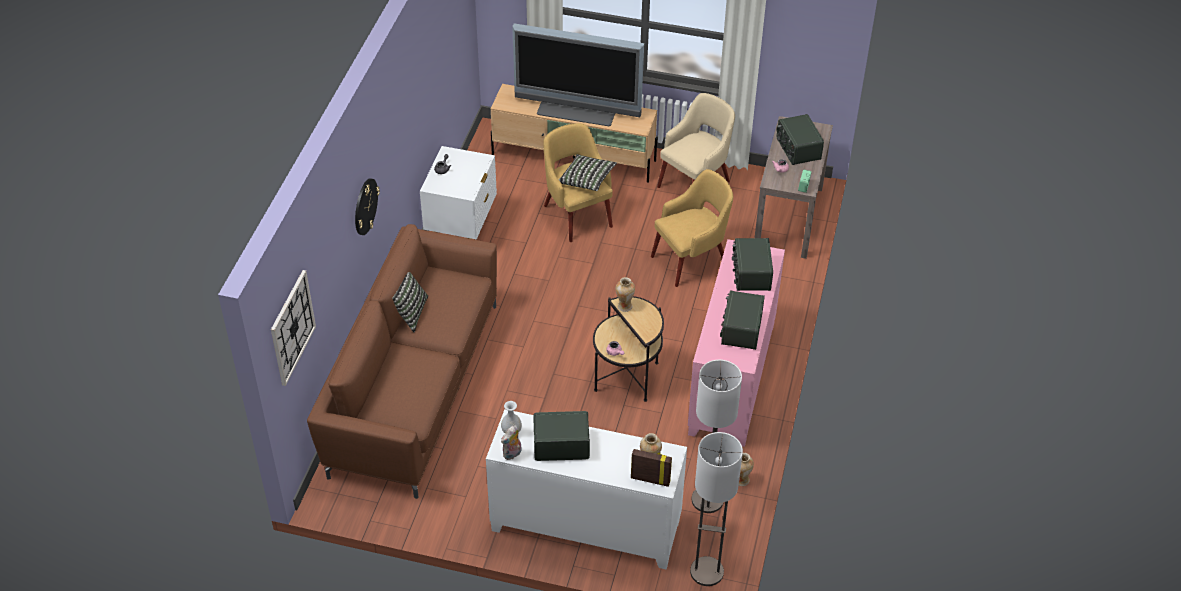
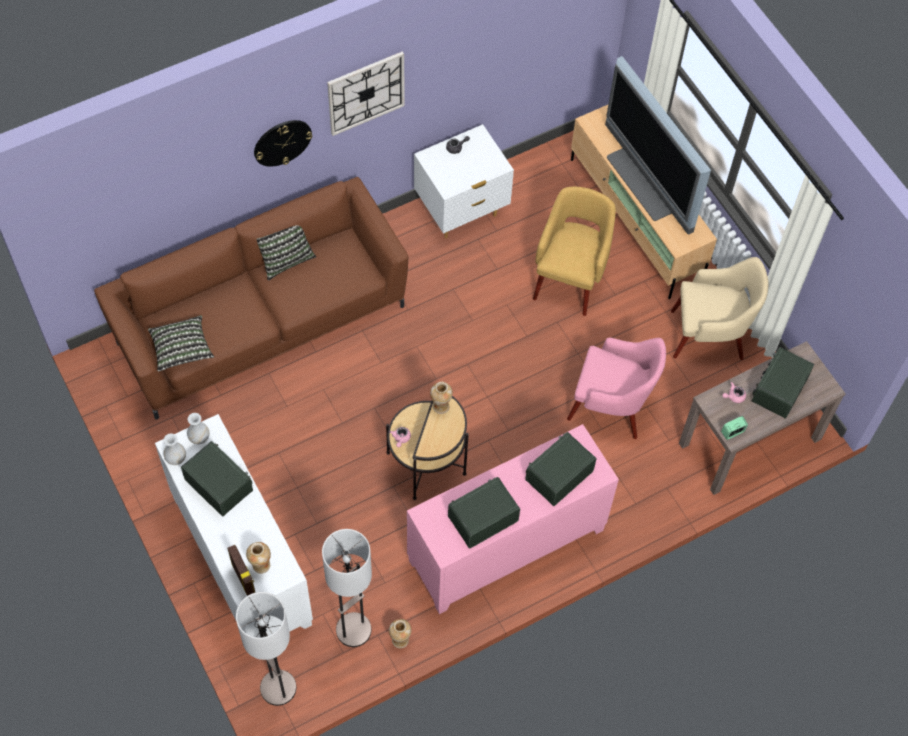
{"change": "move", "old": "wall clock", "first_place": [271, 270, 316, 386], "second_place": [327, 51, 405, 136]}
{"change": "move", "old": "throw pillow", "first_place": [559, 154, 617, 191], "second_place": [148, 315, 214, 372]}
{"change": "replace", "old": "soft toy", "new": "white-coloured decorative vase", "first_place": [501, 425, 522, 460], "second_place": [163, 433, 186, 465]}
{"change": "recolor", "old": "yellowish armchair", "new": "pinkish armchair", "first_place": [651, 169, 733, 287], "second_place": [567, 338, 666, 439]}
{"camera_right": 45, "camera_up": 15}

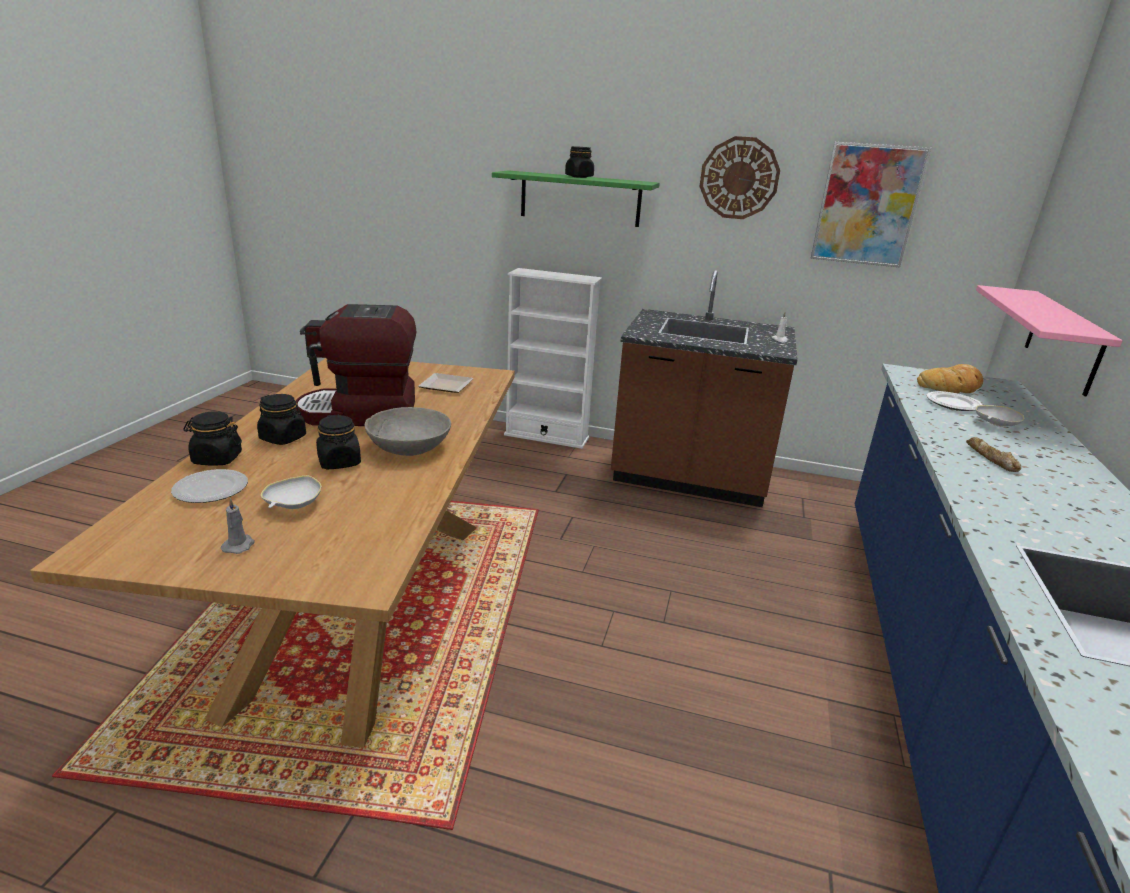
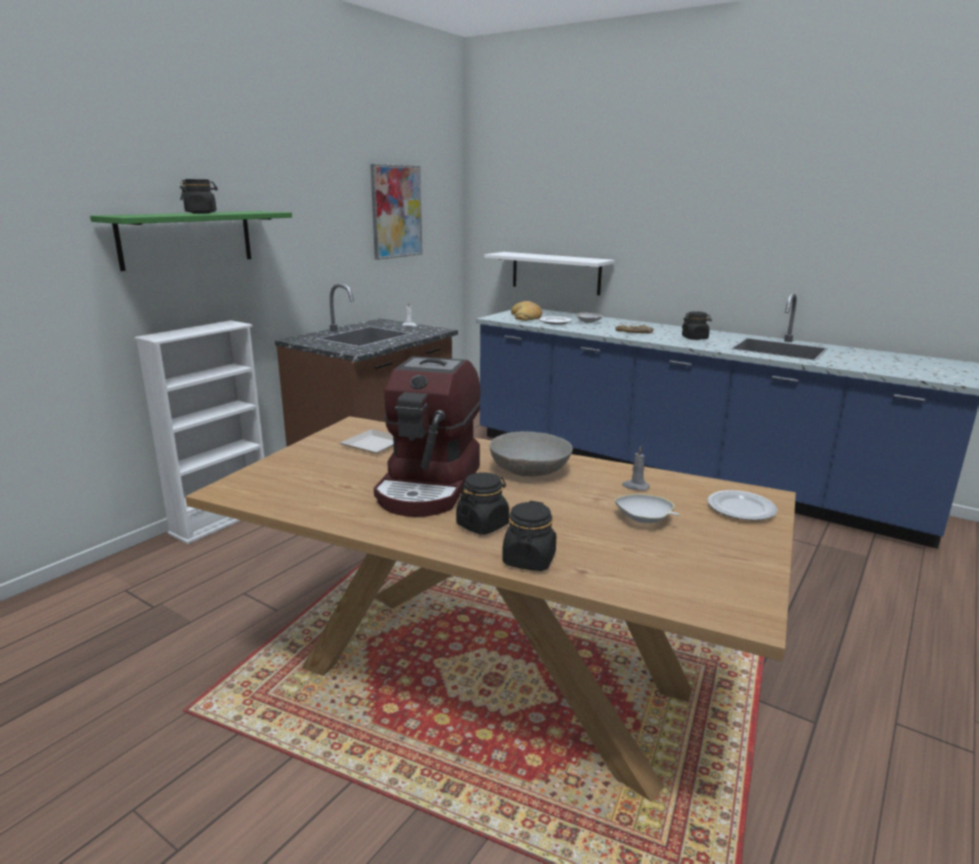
{"change": "delete", "old": "wall clock", "first_place": [699, 136, 780, 219]}
{"change": "move", "old": "flat dish", "first_place": [171, 469, 248, 503], "second_place": [707, 490, 777, 520]}
{"change": "move", "old": "grey wax candle", "first_place": [221, 497, 255, 554], "second_place": [622, 446, 650, 491]}
{"change": "move", "old": "black-coloured storage jar", "first_place": [316, 415, 361, 469], "second_place": [682, 311, 712, 340]}
{"change": "recolor", "old": "pinkish bracket shelf", "new": "white-coloured bracket shelf", "first_place": [976, 285, 1123, 397], "second_place": [484, 252, 615, 295]}
{"camera_right": -70, "camera_up": -5}

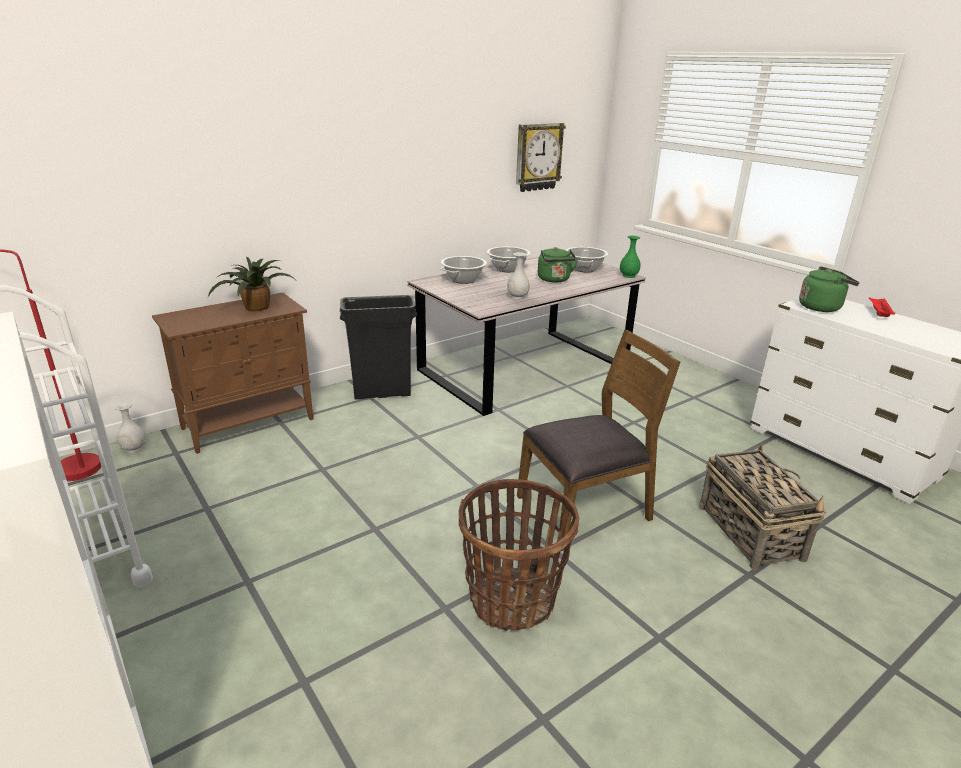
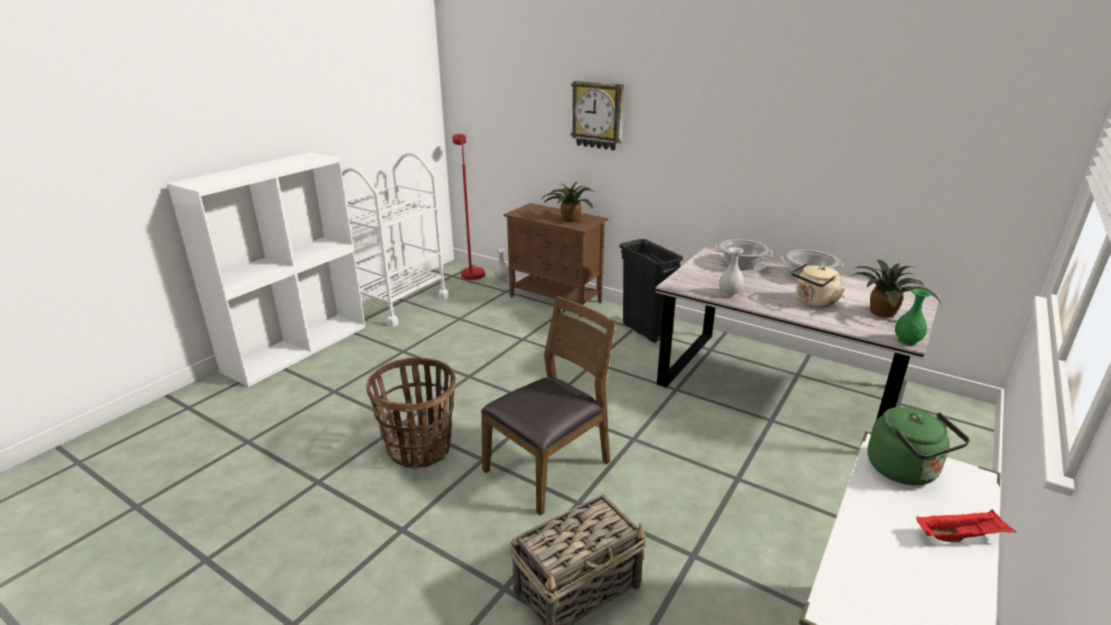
{"change": "move", "old": "wall clock", "first_place": [516, 123, 566, 192], "second_place": [571, 81, 624, 150]}
{"change": "replace", "old": "saucepot", "new": "potted plant", "first_place": [566, 247, 608, 272], "second_place": [849, 260, 941, 318]}
{"change": "recolor", "old": "greenish tea kettle", "new": "sand-coloured tea kettle", "first_place": [538, 247, 578, 283], "second_place": [792, 263, 845, 308]}
{"change": "rotate", "old": "brown chair", "first_place": [517, 330, 680, 551], "second_place": [481, 296, 616, 516], "degrees": -90}
{"camera_right": 70, "camera_up": 0}

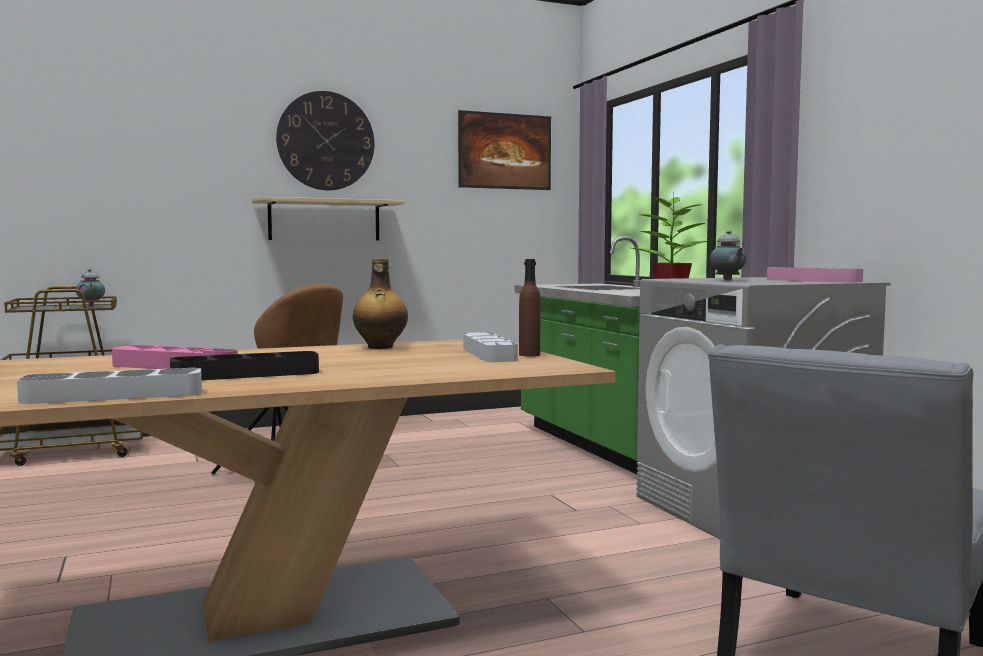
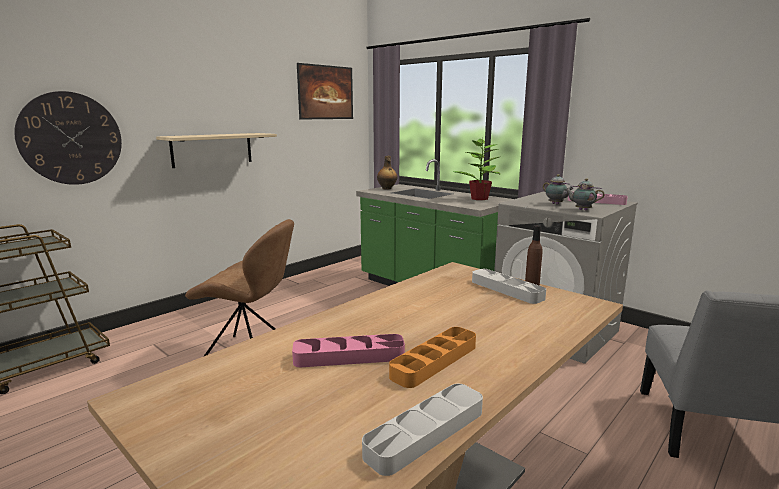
{"change": "move", "old": "teapot", "first_place": [76, 269, 105, 307], "second_place": [565, 178, 605, 211]}
{"change": "move", "old": "wall clock", "first_place": [276, 91, 374, 190], "second_place": [14, 91, 122, 185]}
{"change": "move", "old": "drink bottle", "first_place": [353, 259, 408, 349], "second_place": [377, 156, 397, 190]}
{"change": "recolor", "old": "black-coloured tray", "new": "orange tray", "first_place": [170, 351, 319, 380], "second_place": [389, 327, 476, 388]}
{"camera_right": -25, "camera_up": 10}

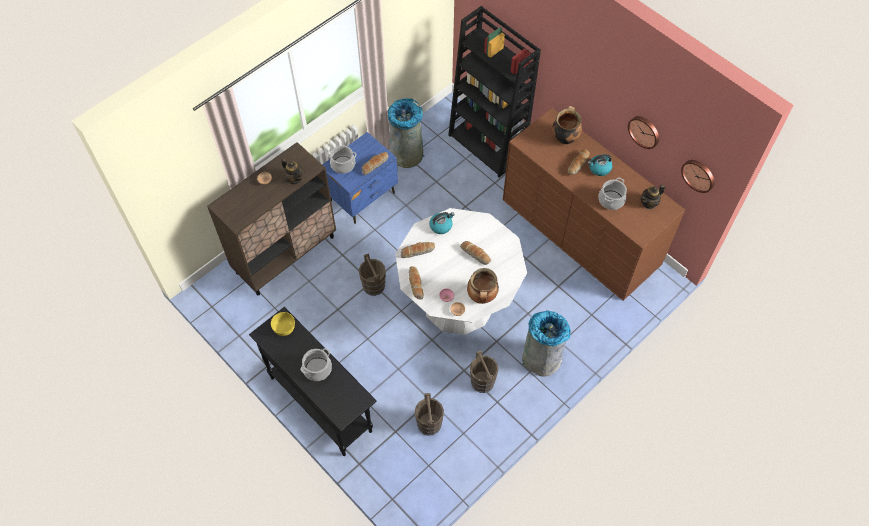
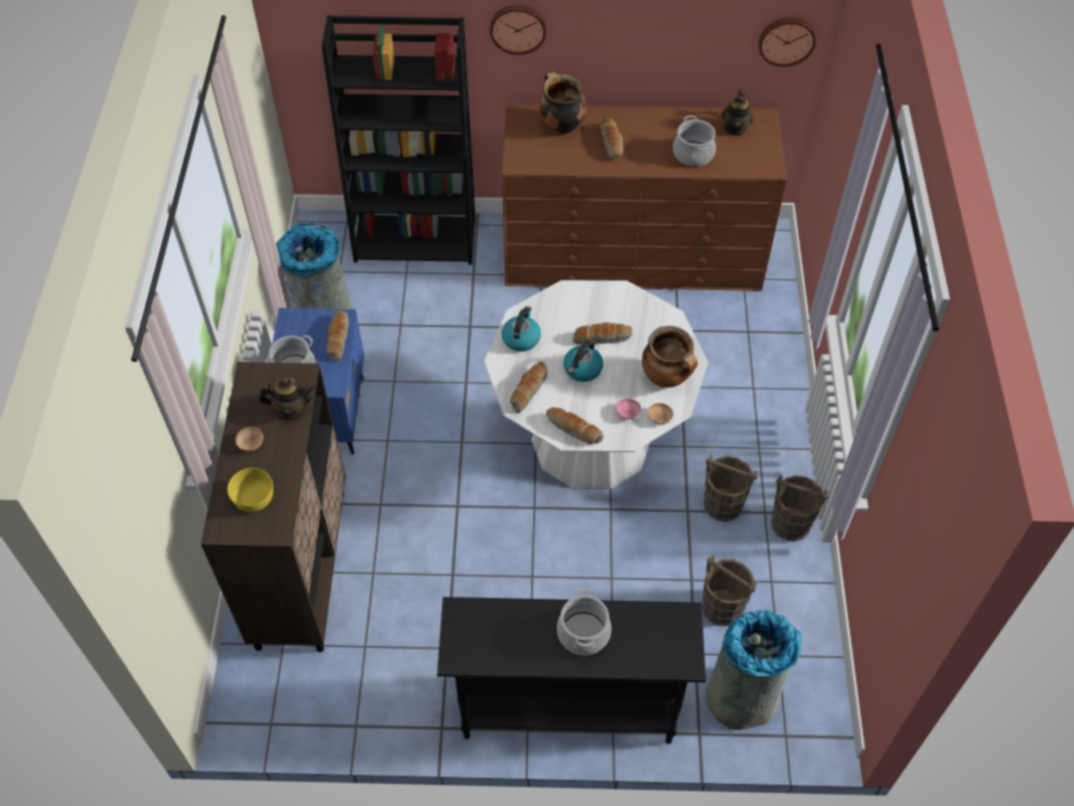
{"change": "move", "old": "yellowish serving bowl", "first_place": [271, 312, 295, 336], "second_place": [227, 468, 273, 512]}
{"change": "move", "old": "brown bucket", "first_place": [359, 253, 386, 296], "second_place": [771, 475, 829, 541]}
{"change": "move", "old": "grey waste bin", "first_place": [522, 310, 571, 377], "second_place": [706, 610, 802, 730]}
{"change": "move", "old": "tea kettle", "first_place": [587, 154, 613, 176], "second_place": [563, 340, 603, 382]}
{"change": "move", "old": "wall clock", "first_place": [628, 116, 659, 149], "second_place": [490, 5, 546, 55]}
{"camera_right": -45, "camera_up": -5}

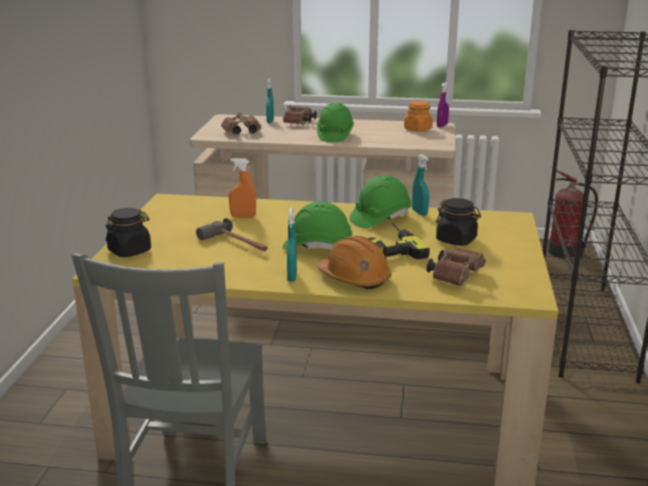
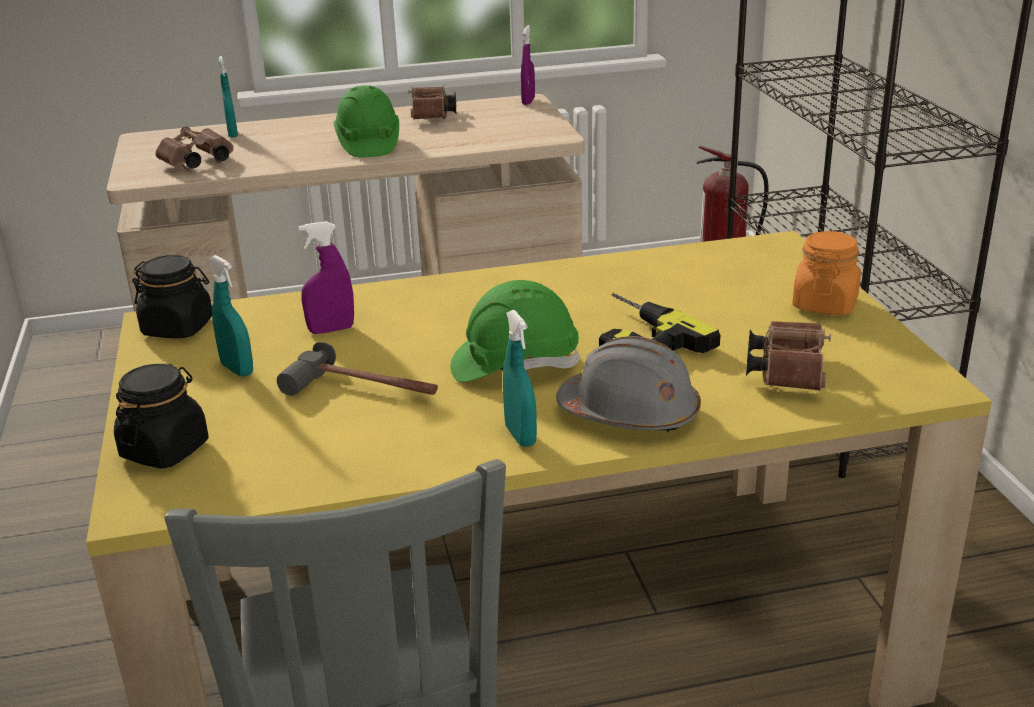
{"change": "delete", "old": "greenish hard hat", "first_place": [349, 175, 412, 228]}
{"change": "move", "old": "brown pair of binoculars", "first_place": [283, 105, 317, 125], "second_place": [408, 85, 456, 120]}
{"change": "move", "old": "orange storage jar", "first_place": [404, 101, 433, 132], "second_place": [792, 231, 861, 315]}
{"change": "move", "old": "turquoise-coloured spray bottle", "first_place": [412, 154, 429, 216], "second_place": [208, 255, 253, 377]}
{"change": "move", "old": "black-coloured storage jar", "first_place": [436, 198, 481, 246], "second_place": [132, 255, 212, 338]}
{"change": "recolor", "old": "orange spray bottle", "new": "purplish spray bottle", "first_place": [229, 158, 256, 218], "second_place": [299, 221, 354, 334]}
{"change": "recolor", "old": "orange hard hat", "new": "grey hard hat", "first_place": [318, 236, 392, 290], "second_place": [556, 336, 701, 432]}
{"camera_right": -20, "camera_up": 5}

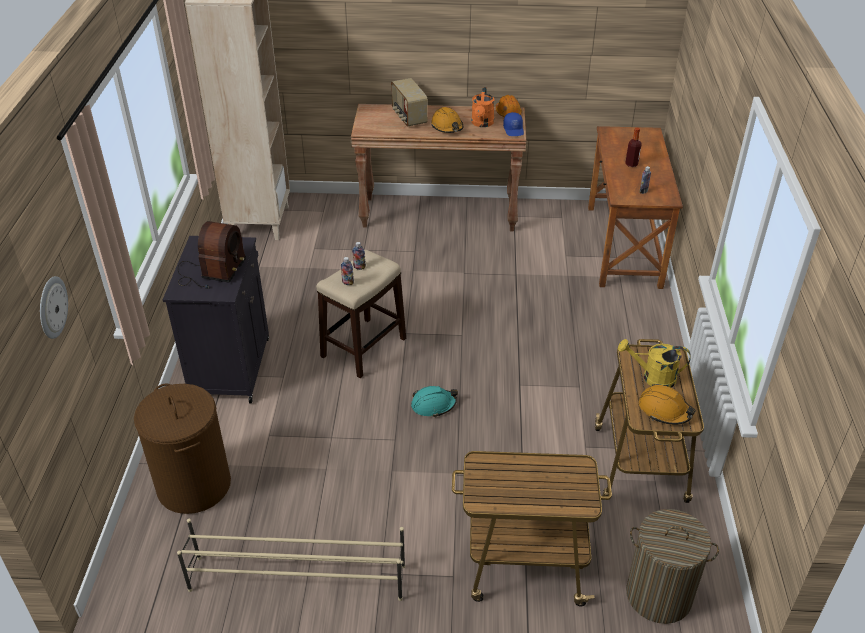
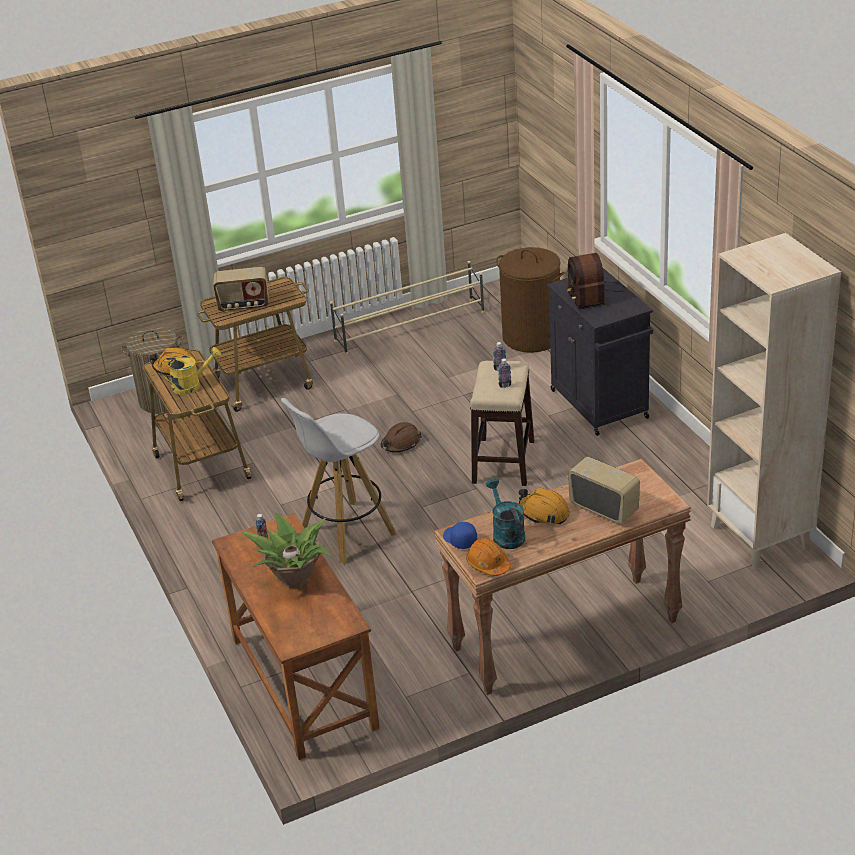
{"change": "delete", "old": "wall clock", "first_place": [40, 276, 68, 339]}
{"change": "insert", "new": "radio", "second_place": [213, 267, 269, 312]}
{"change": "insert", "new": "white-coloured sitting stool", "second_place": [281, 398, 397, 564]}
{"change": "replace", "old": "drink bottle", "new": "potted plant", "first_place": [625, 128, 642, 167], "second_place": [241, 512, 330, 588]}
{"change": "recolor", "old": "turquoise-coloured hard hat", "new": "brown hard hat", "first_place": [411, 386, 458, 418], "second_place": [381, 422, 422, 452]}
{"change": "recolor", "old": "orange watering can", "new": "turquoise-coloured watering can", "first_place": [472, 87, 495, 127], "second_place": [486, 479, 525, 549]}
{"camera_right": 155, "camera_up": -5}

